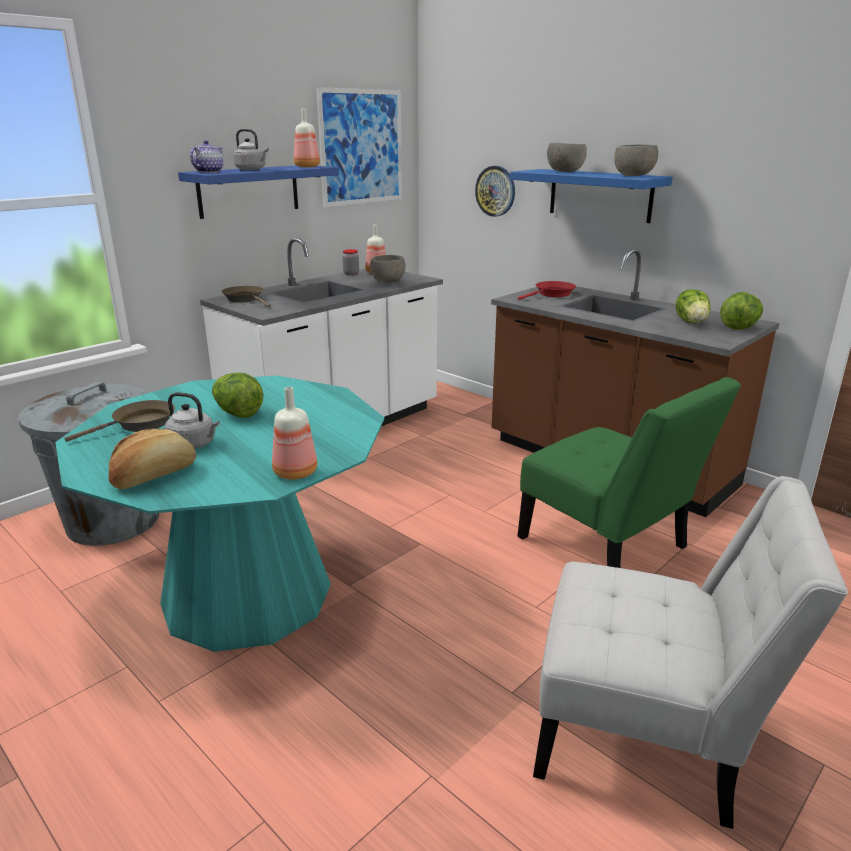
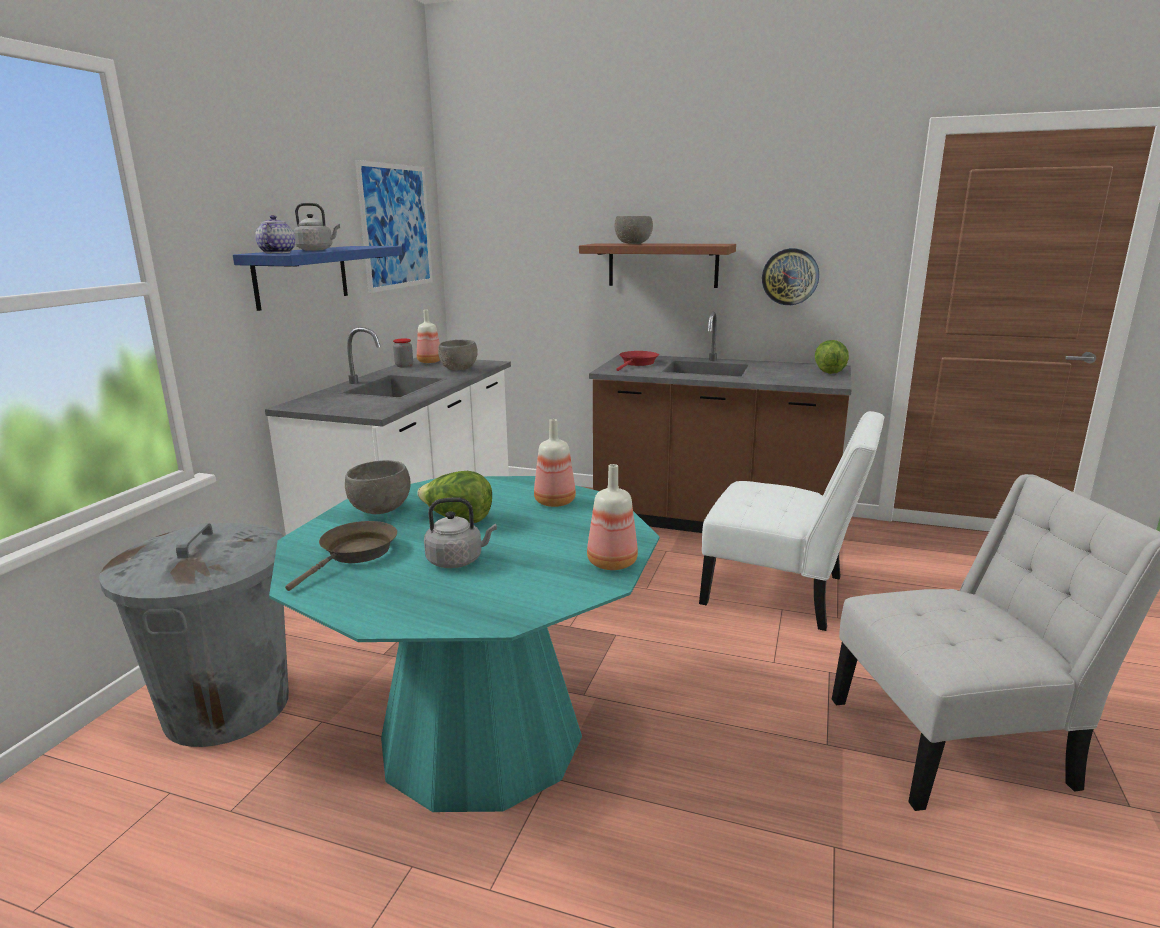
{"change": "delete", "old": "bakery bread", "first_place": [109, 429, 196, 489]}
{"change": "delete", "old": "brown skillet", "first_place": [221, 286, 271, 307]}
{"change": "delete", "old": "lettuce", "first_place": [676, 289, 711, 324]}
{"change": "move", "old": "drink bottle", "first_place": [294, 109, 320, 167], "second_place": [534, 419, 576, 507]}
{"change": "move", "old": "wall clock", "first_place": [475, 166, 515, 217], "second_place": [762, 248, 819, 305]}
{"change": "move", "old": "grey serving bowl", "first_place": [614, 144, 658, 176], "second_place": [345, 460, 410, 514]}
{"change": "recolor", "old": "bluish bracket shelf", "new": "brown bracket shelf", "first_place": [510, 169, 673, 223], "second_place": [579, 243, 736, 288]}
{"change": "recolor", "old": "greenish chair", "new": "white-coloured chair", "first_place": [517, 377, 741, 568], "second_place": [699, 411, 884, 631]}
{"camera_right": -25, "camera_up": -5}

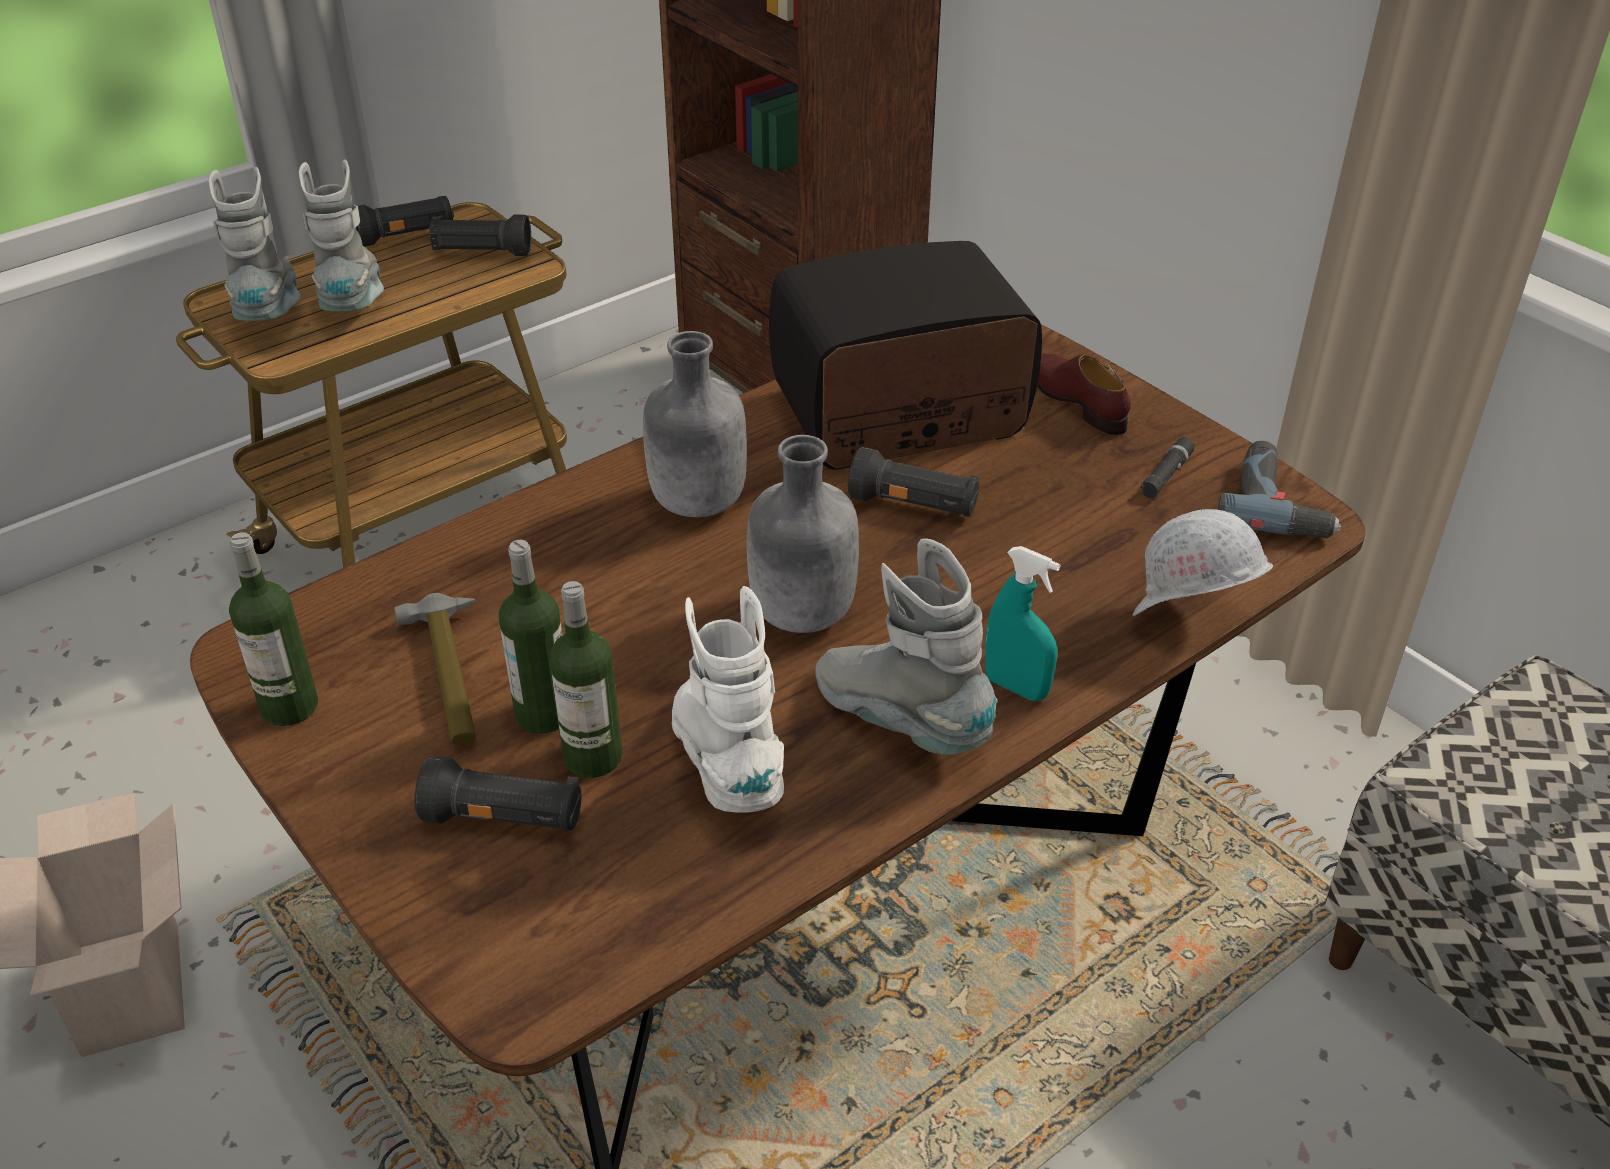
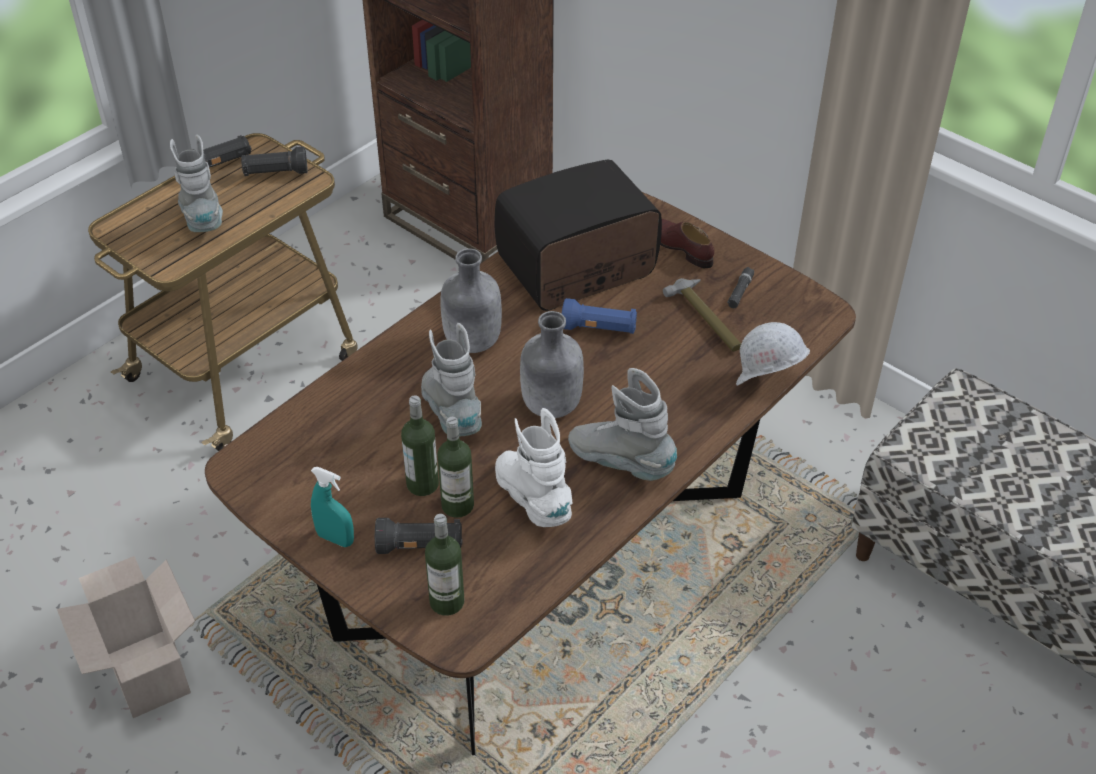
{"change": "delete", "old": "drill", "first_place": [1218, 441, 1341, 538]}
{"change": "move", "old": "grey tall boot", "first_place": [208, 167, 301, 321], "second_place": [421, 323, 482, 437]}
{"change": "move", "old": "drink bottle", "first_place": [229, 532, 318, 726], "second_place": [425, 514, 464, 616]}
{"change": "move", "old": "tool hammer", "first_place": [394, 593, 476, 746], "second_place": [663, 278, 741, 352]}
{"change": "move", "old": "turquoise-coloured spray bottle", "first_place": [985, 546, 1060, 701], "second_place": [311, 467, 354, 547]}
{"change": "recolor", "old": "black-coloured hand torch", "new": "bluish hand torch", "first_place": [848, 447, 979, 517], "second_place": [562, 298, 637, 334]}
{"camera_right": -10, "camera_up": 5}

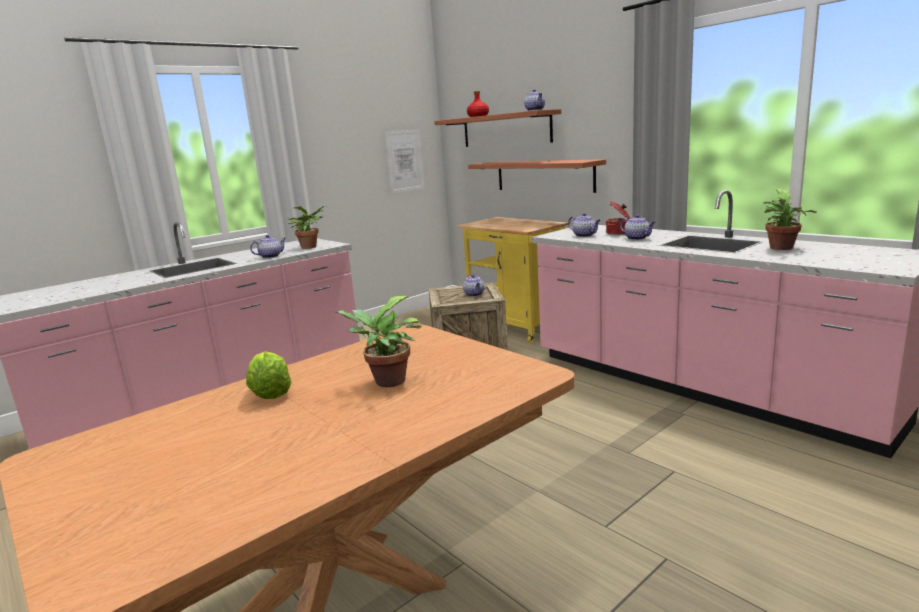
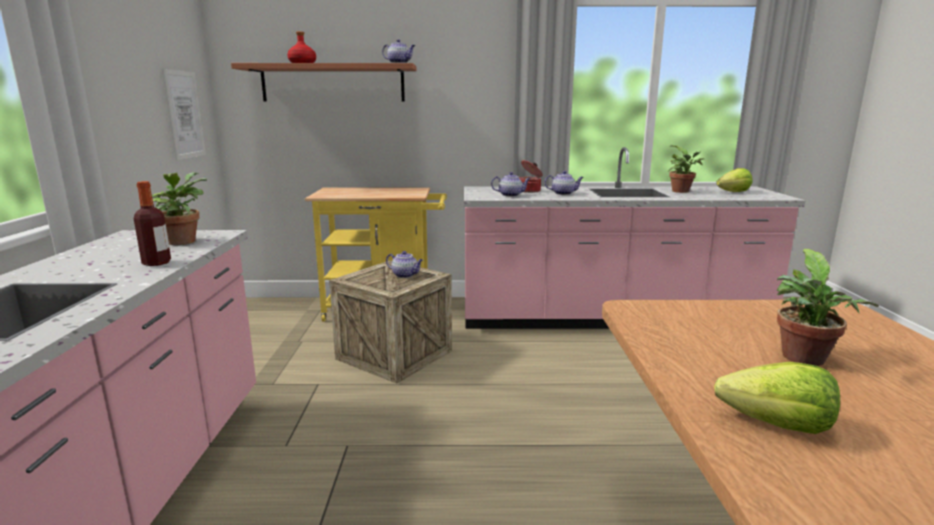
{"change": "delete", "old": "bracket shelf", "first_place": [468, 159, 606, 193]}
{"change": "insert", "new": "lettuce", "second_place": [716, 168, 752, 192]}
{"change": "replace", "old": "teapot", "new": "drink bottle", "first_place": [250, 235, 286, 258], "second_place": [134, 181, 171, 266]}
{"camera_right": -50, "camera_up": 0}

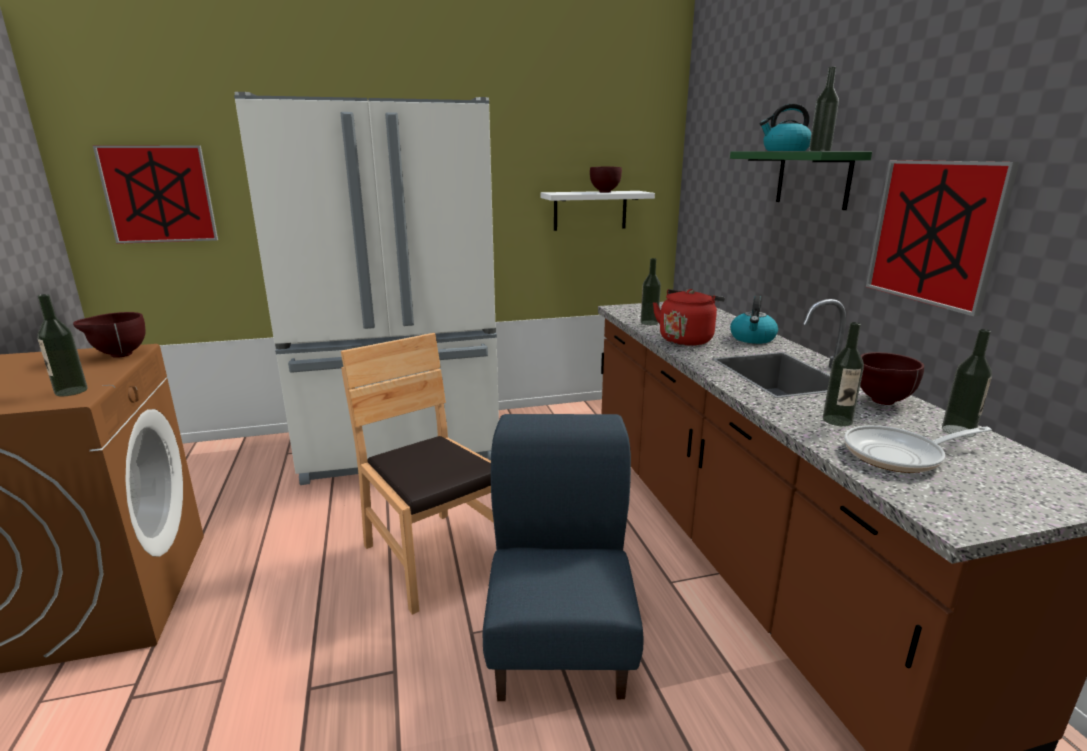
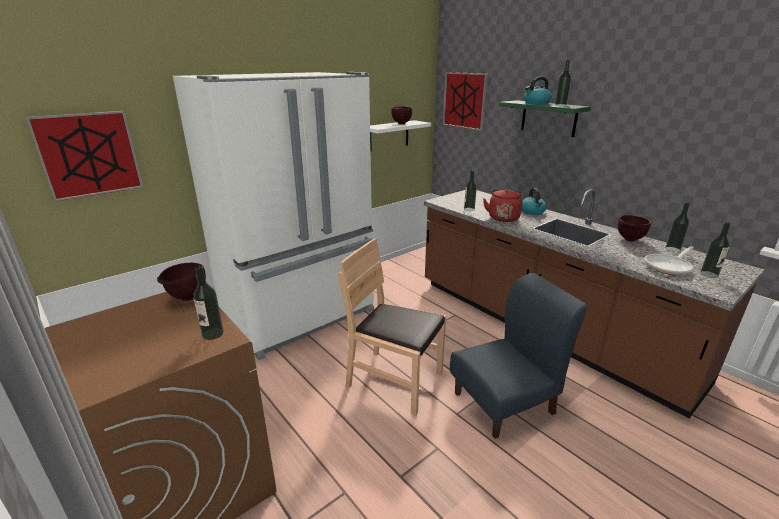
{"change": "move", "old": "drink bottle", "first_place": [823, 322, 864, 426], "second_place": [700, 222, 731, 278]}
{"change": "move", "old": "wall picture", "first_place": [866, 160, 1019, 316], "second_place": [443, 72, 488, 131]}
{"change": "rotate", "old": "bluish chair", "first_place": [483, 414, 644, 701], "second_place": [450, 273, 587, 439], "degrees": 90}
{"camera_right": -25, "camera_up": 5}

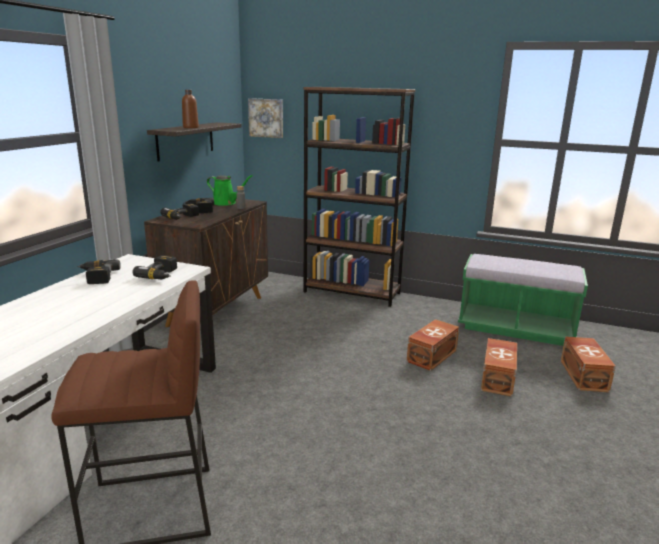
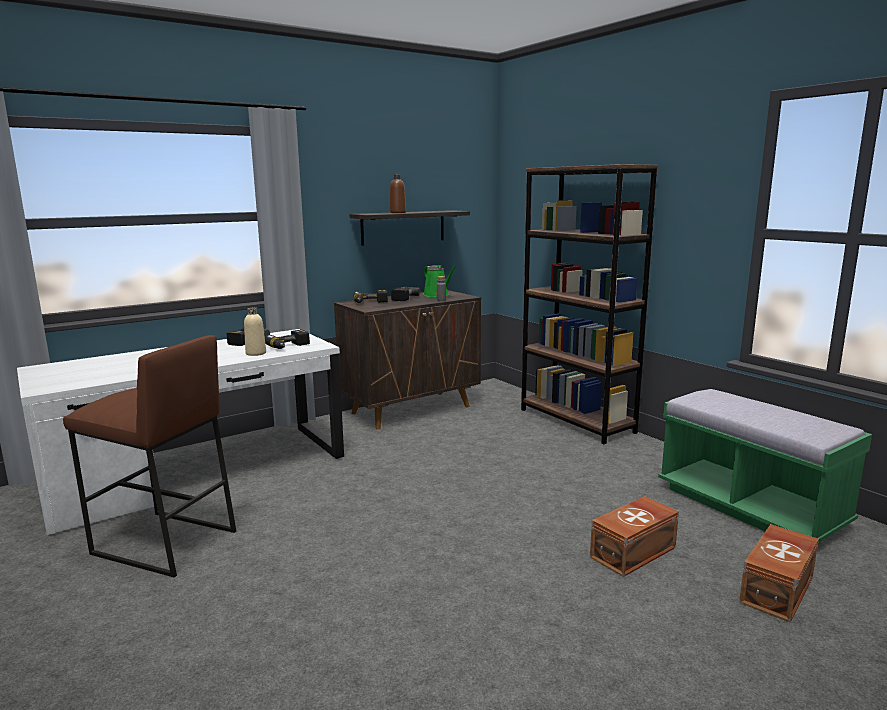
{"change": "delete", "old": "wall picture", "first_place": [248, 98, 283, 138]}
{"change": "delete", "old": "brown storage box", "first_place": [406, 319, 459, 371]}
{"change": "insert", "new": "sand-coloured drink bottle", "second_place": [244, 307, 266, 356]}
{"camera_right": 35, "camera_up": -5}

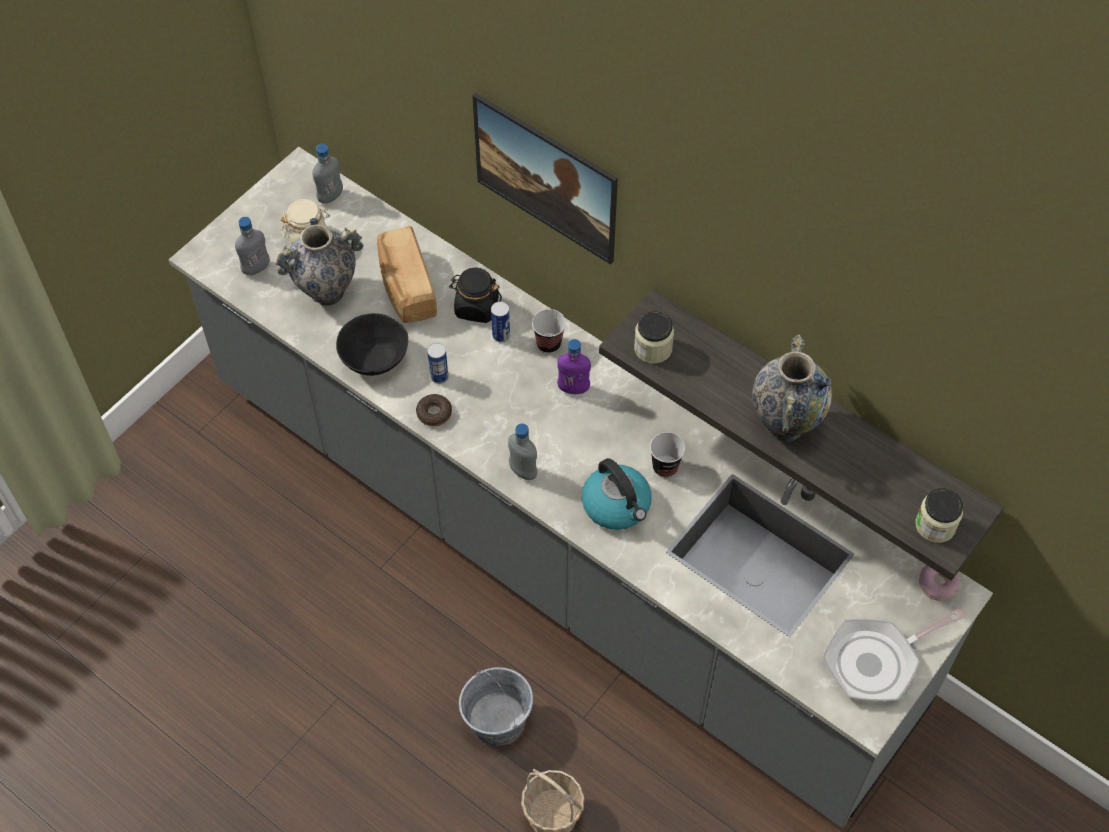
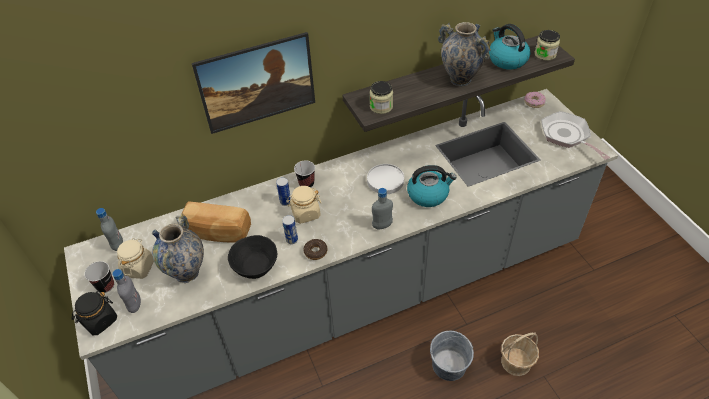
{"change": "delete", "old": "purplish drink bottle", "first_place": [557, 339, 591, 394]}
{"change": "insert", "new": "sand-coloured storage jar", "second_place": [286, 186, 321, 224]}
{"change": "insert", "new": "white-coloured flat dish", "second_place": [367, 164, 404, 194]}
{"change": "insert", "new": "tea kettle", "second_place": [489, 24, 531, 70]}
{"change": "move", "old": "black-coloured storage jar", "first_place": [449, 267, 502, 323], "second_place": [72, 291, 117, 335]}
{"change": "move", "old": "cup", "first_place": [650, 432, 685, 477], "second_place": [84, 261, 114, 293]}
{"change": "rotate", "old": "skillet", "first_place": [823, 608, 966, 701], "second_place": [541, 111, 610, 160], "degrees": 150}
{"camera_right": -60, "camera_up": -10}

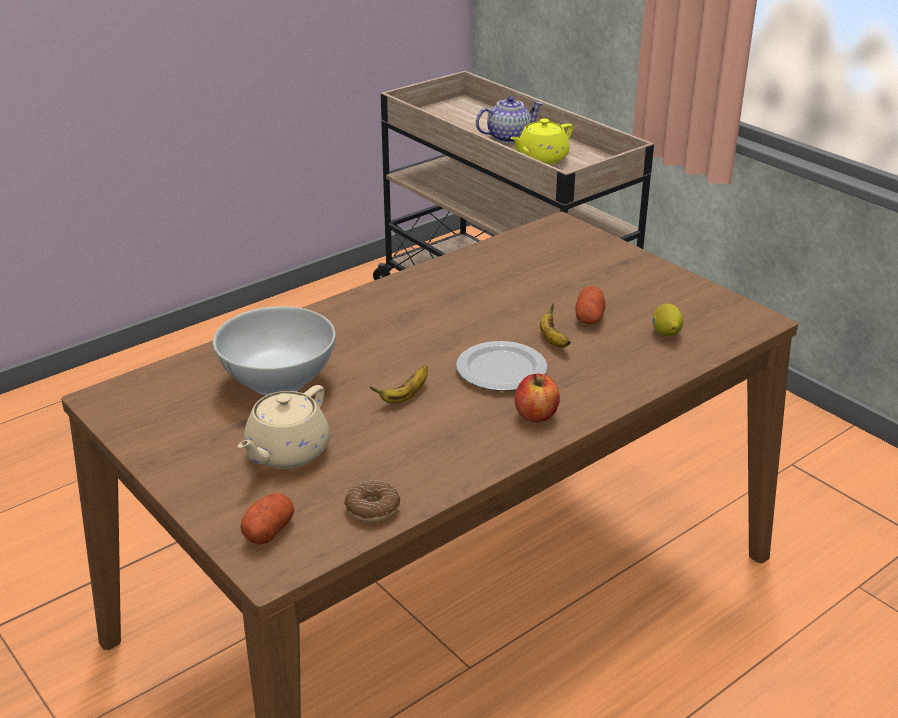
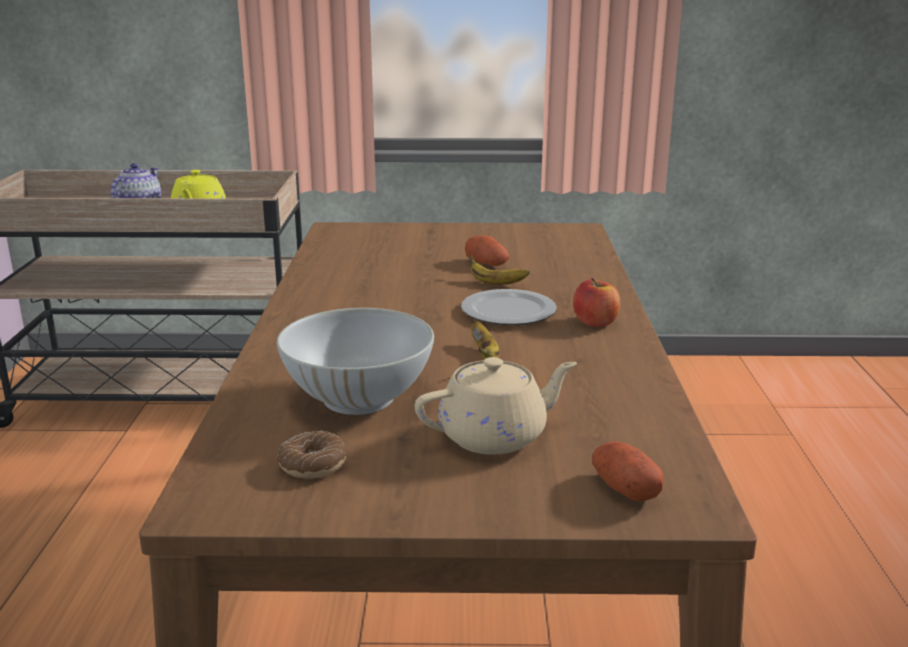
{"change": "delete", "old": "citrus fruit", "first_place": [652, 303, 683, 336]}
{"change": "move", "old": "donut", "first_place": [344, 481, 401, 522], "second_place": [277, 431, 347, 479]}
{"change": "rotate", "old": "sand-coloured teapot", "first_place": [238, 385, 330, 469], "second_place": [415, 357, 577, 454], "degrees": -90}
{"camera_right": -50, "camera_up": -10}

